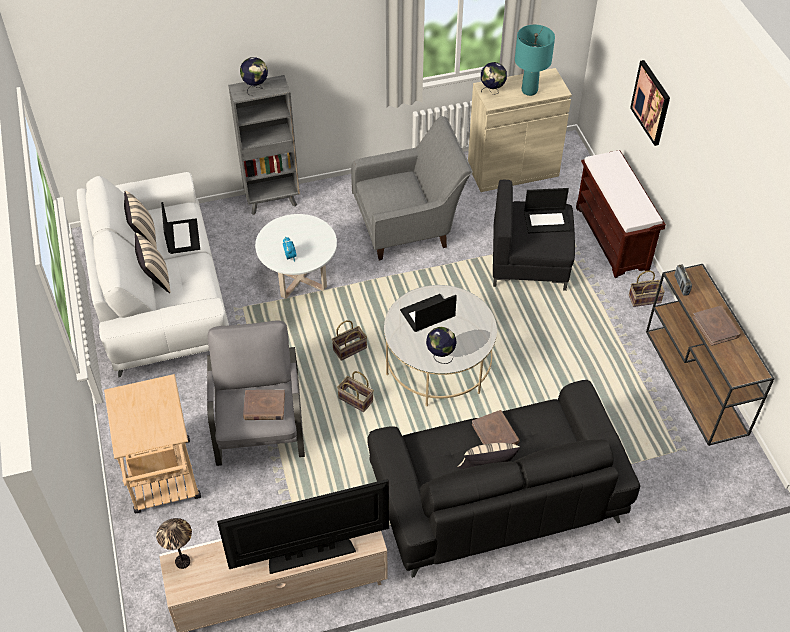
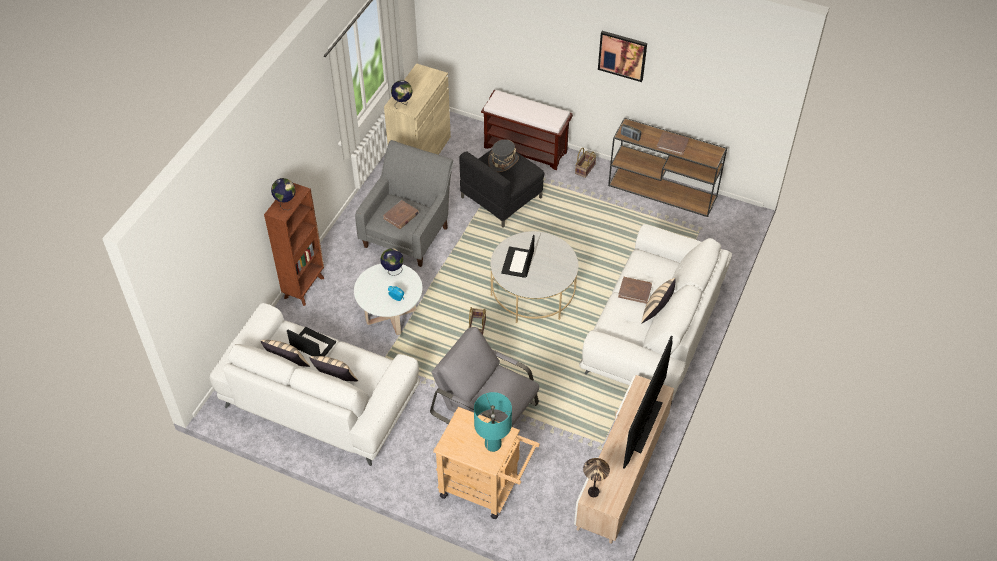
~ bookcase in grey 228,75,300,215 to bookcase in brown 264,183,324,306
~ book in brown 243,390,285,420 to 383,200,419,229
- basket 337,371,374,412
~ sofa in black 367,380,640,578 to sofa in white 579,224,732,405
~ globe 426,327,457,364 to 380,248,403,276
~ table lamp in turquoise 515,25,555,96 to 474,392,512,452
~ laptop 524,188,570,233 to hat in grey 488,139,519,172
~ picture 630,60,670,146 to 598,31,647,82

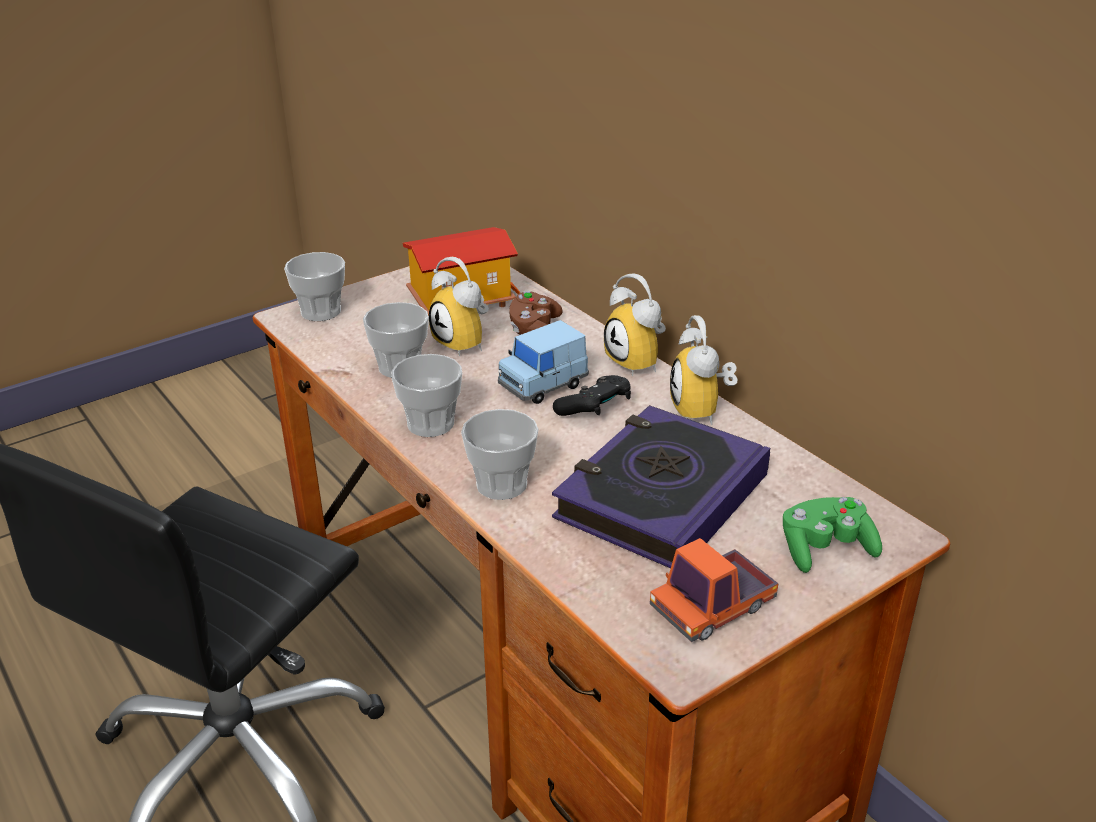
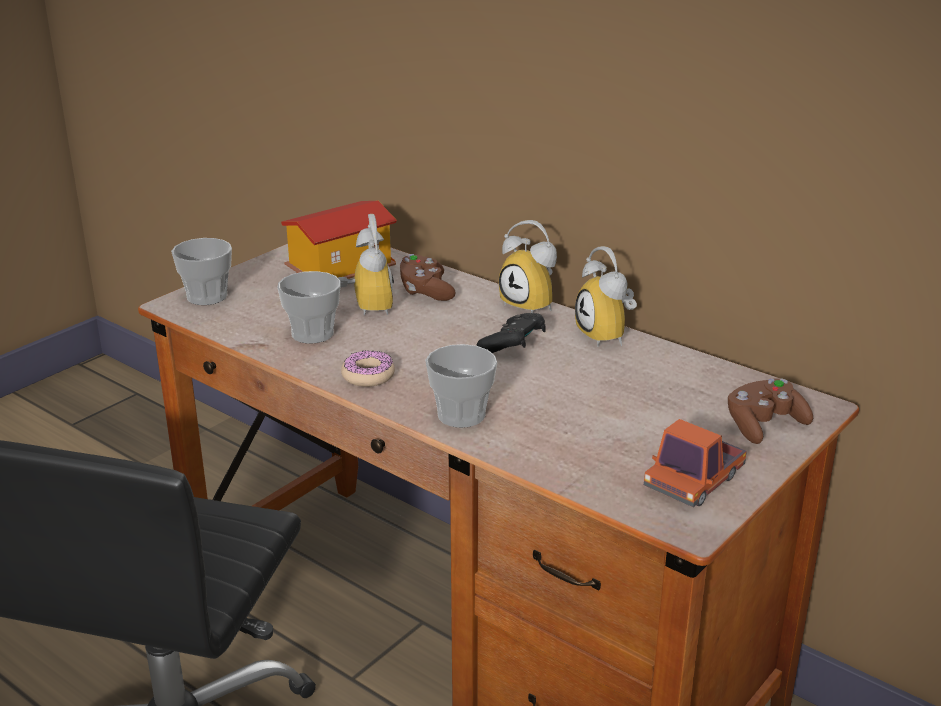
~ cup 391,354,462,437 to donut 341,350,395,387
~ alarm clock 429,257,489,356 = 337,214,394,315 135 degrees counterclockwise
- toy car in blue 498,320,589,404
- book 552,405,770,568
~ game controller in green 783,497,882,573 to game controller in brown 728,378,813,444

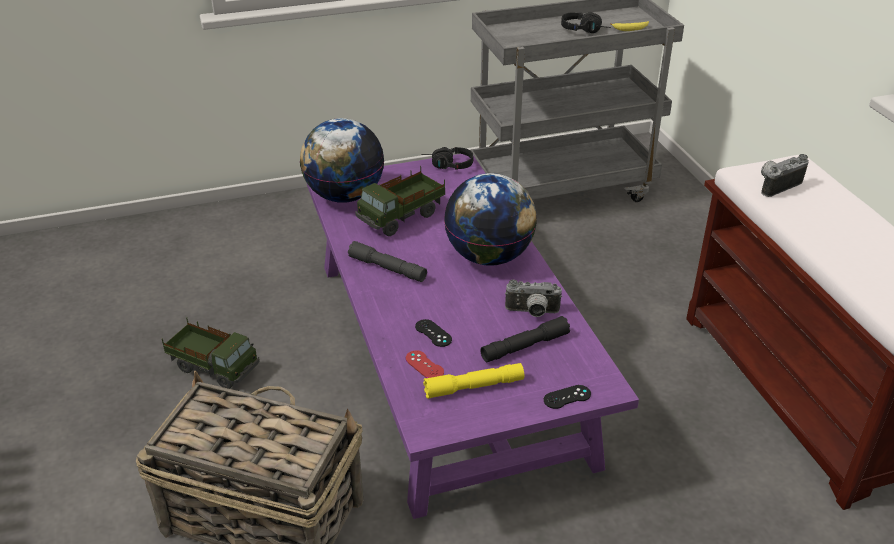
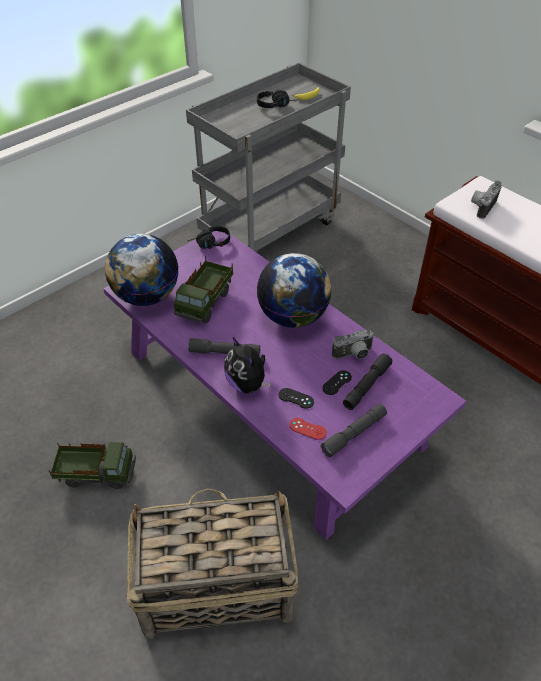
~ flashlight in yellow 423,363,524,399 to flashlight in grey 321,404,387,457
~ game controller in black 544,385,591,409 to 322,370,352,395
+ plush toy 224,337,271,393

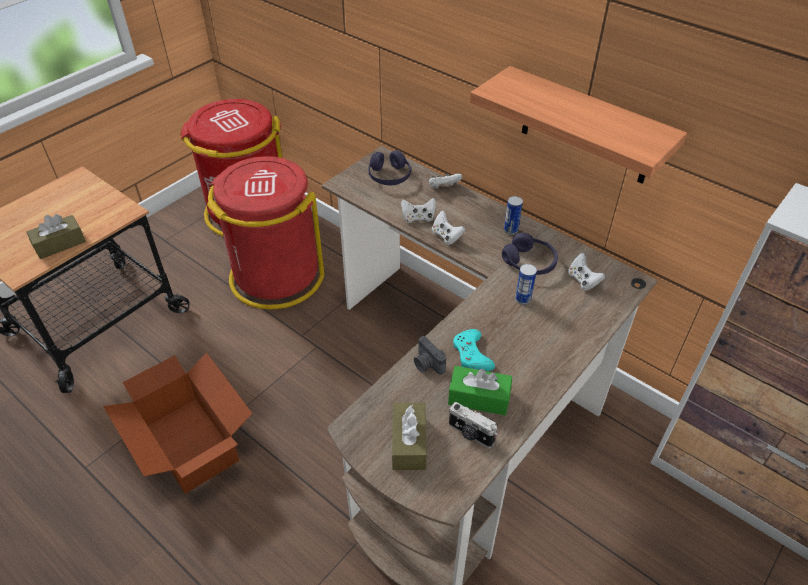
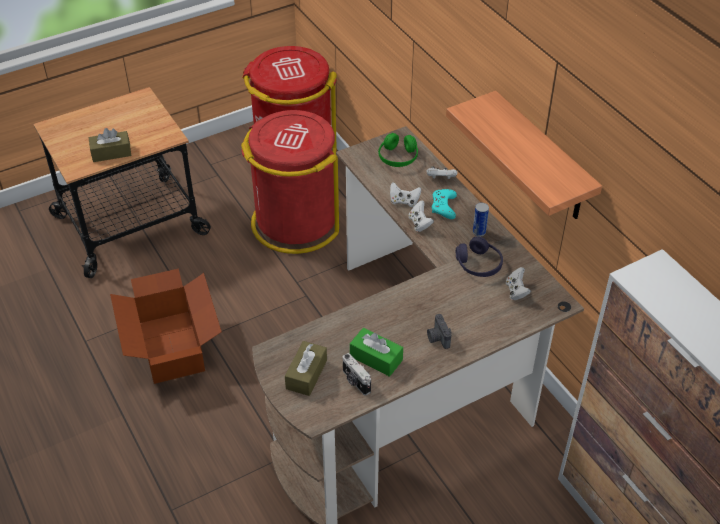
~ headphones in purple 368,150,411,185 to headphones in green 378,133,418,167
~ photo camera 414,336,446,375 to 427,314,452,349
~ game controller in turquoise 453,329,495,371 to 432,189,457,219
- can 515,264,537,305

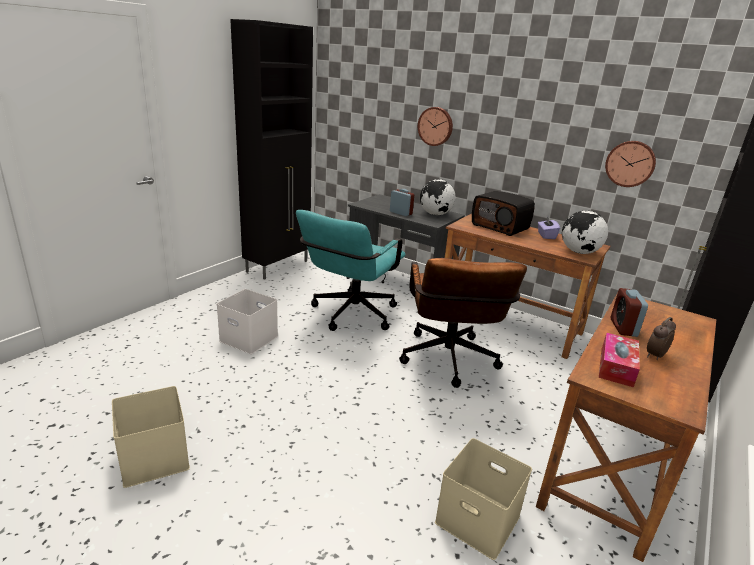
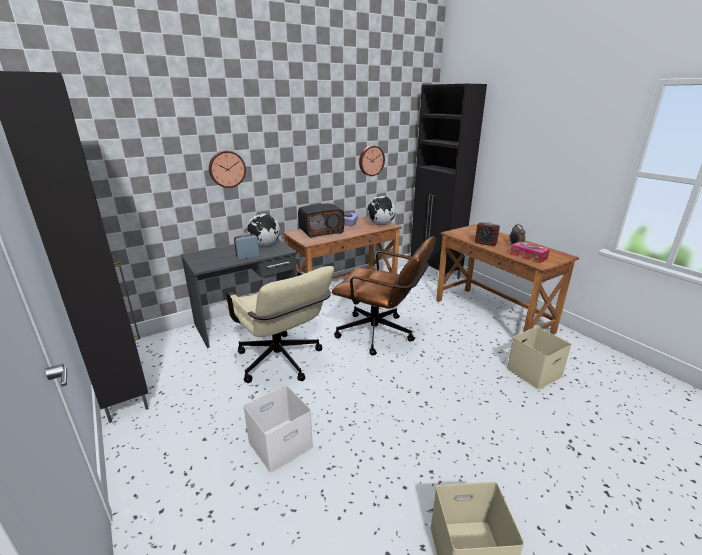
~ office chair in turquoise 296,210,406,331 to office chair in beige 225,266,334,383

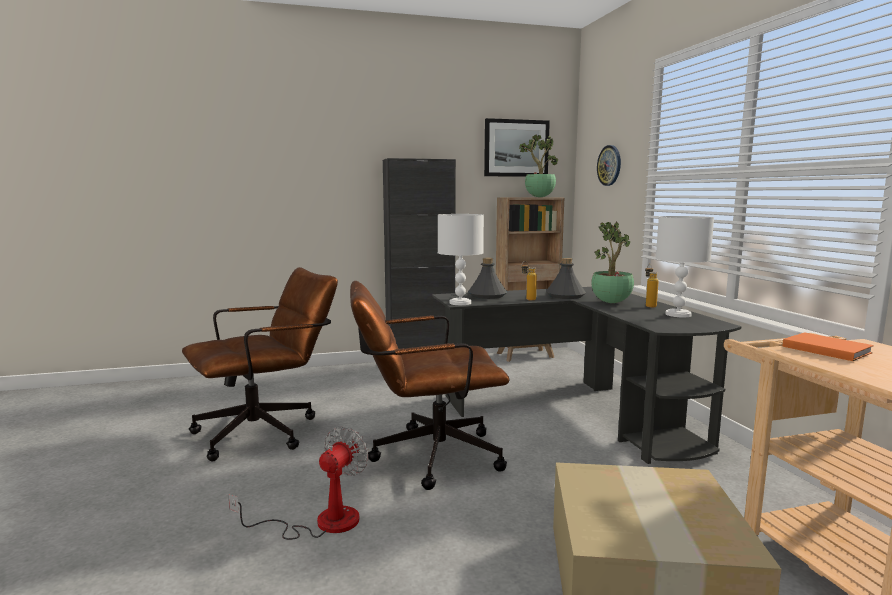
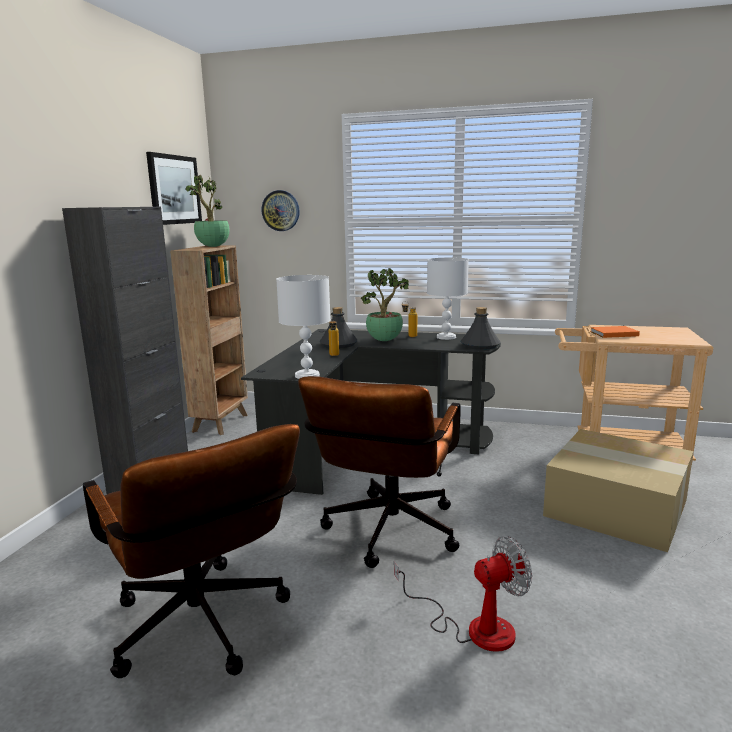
~ office chair in brown 182,267,338,461 = 83,424,300,678 150 degrees clockwise
~ fan 228,426,369,540 = 394,536,532,652 105 degrees clockwise
~ bottle in grey 468,257,507,299 to 461,307,500,350

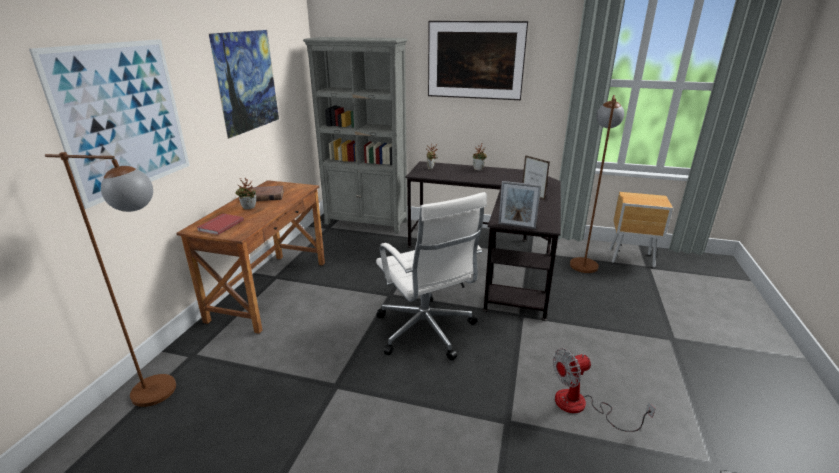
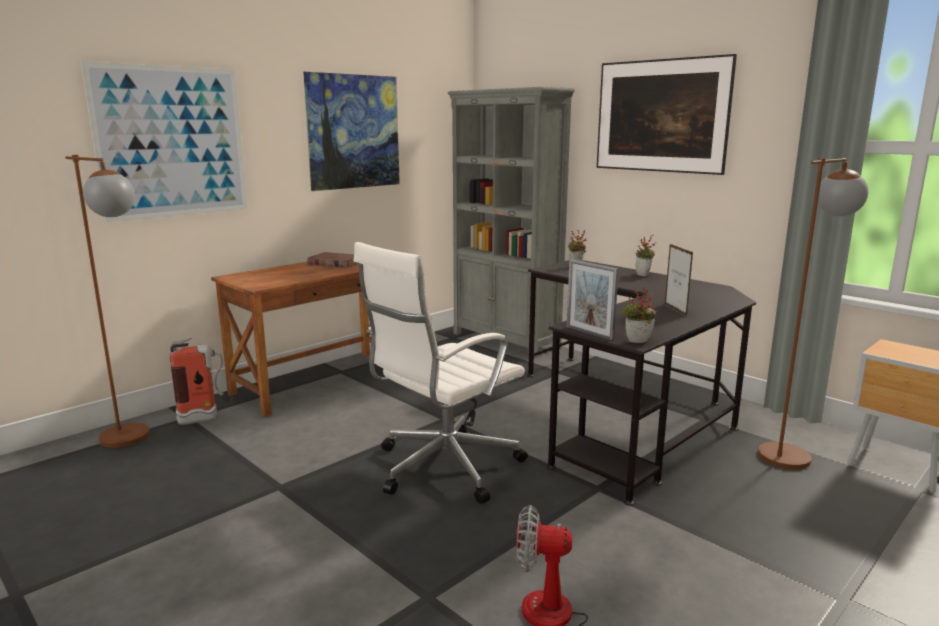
- book in red 197,214,244,235
~ potted plant 235,178,256,210 to 622,288,656,343
~ office chair in white 376,192,487,360 = 354,242,528,504 45 degrees clockwise
+ fire extinguisher 170,338,232,425

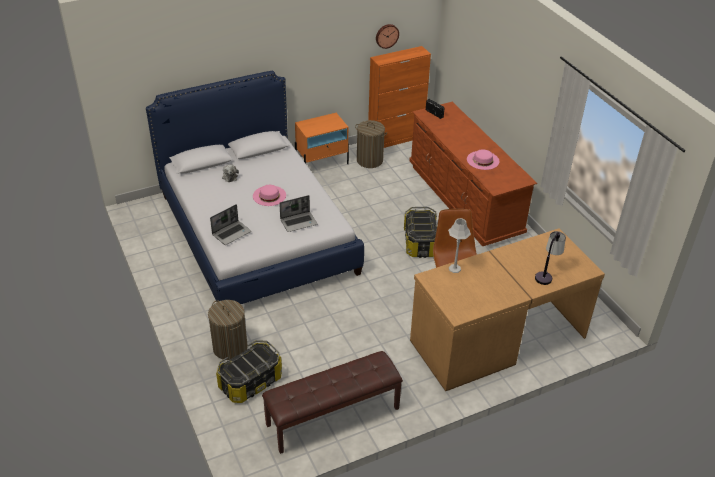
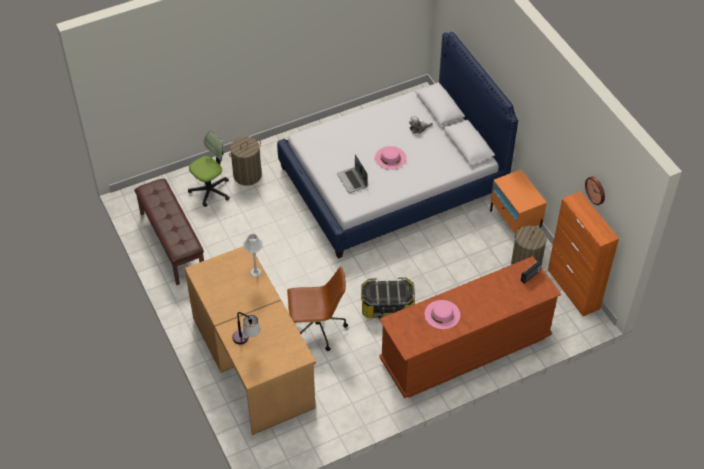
- laptop 210,204,251,245
~ storage box 216,340,282,403 to office chair 188,131,230,207

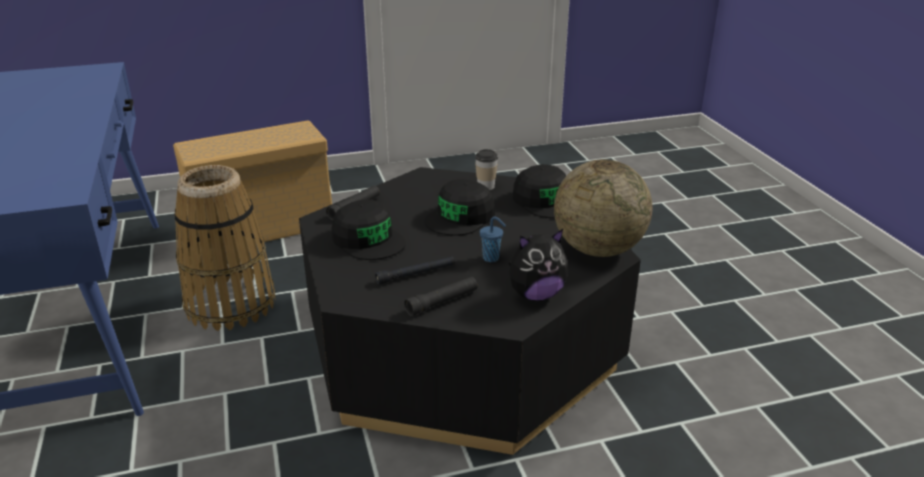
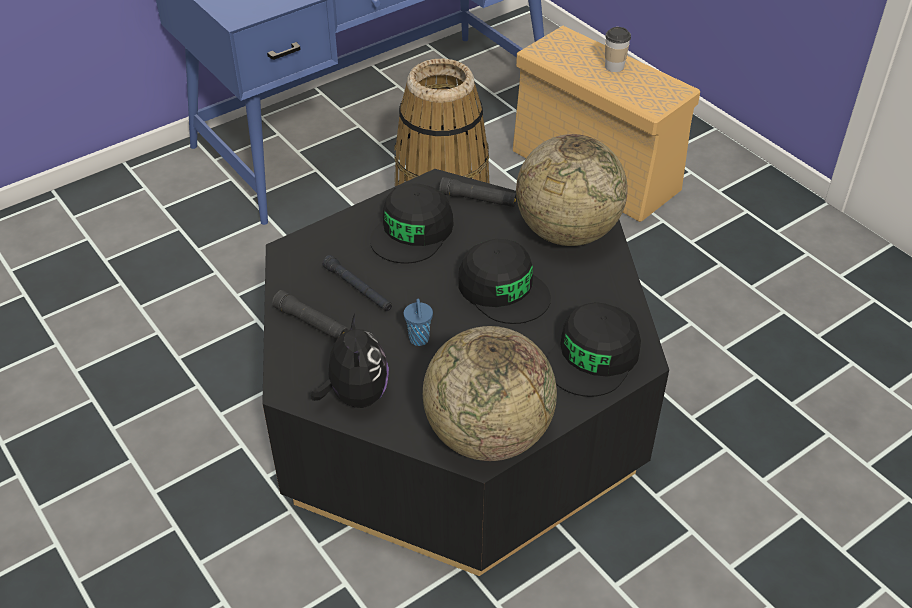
~ cap in black 424,179,495,236 = 458,239,551,324 150 degrees counterclockwise
~ cup 475,149,498,190 to 605,27,631,72
~ plush toy 509,229,568,301 = 311,314,389,408 150 degrees counterclockwise
+ globe 516,134,628,246

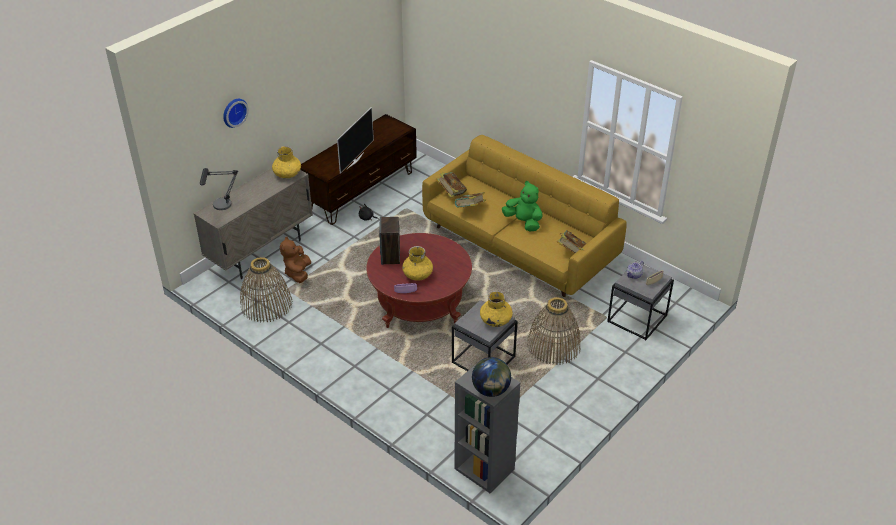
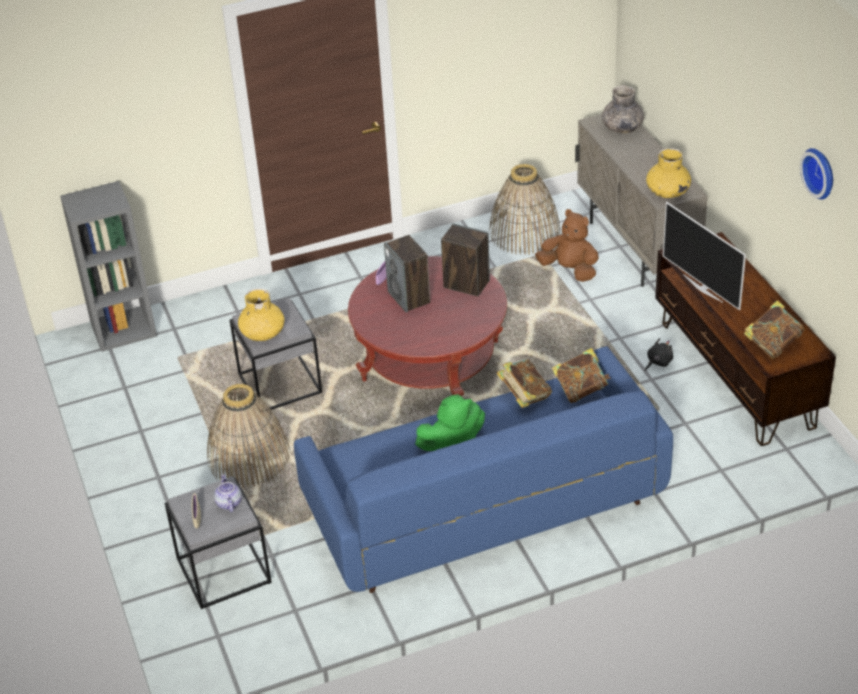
~ table lamp 200,168,239,210 to vase in grey 602,85,644,133
~ wall clock 223,99,249,128 to 800,148,833,200
~ vase in yellow 402,246,433,281 to speaker 384,235,430,312
~ sofa in yellow 422,135,627,297 to sofa in blue 294,346,673,593
- globe 472,357,511,397
~ book 557,230,586,254 to 744,300,804,359

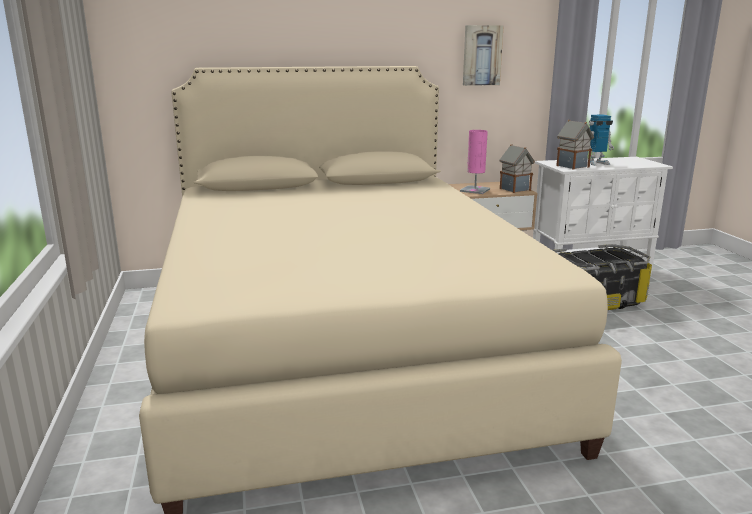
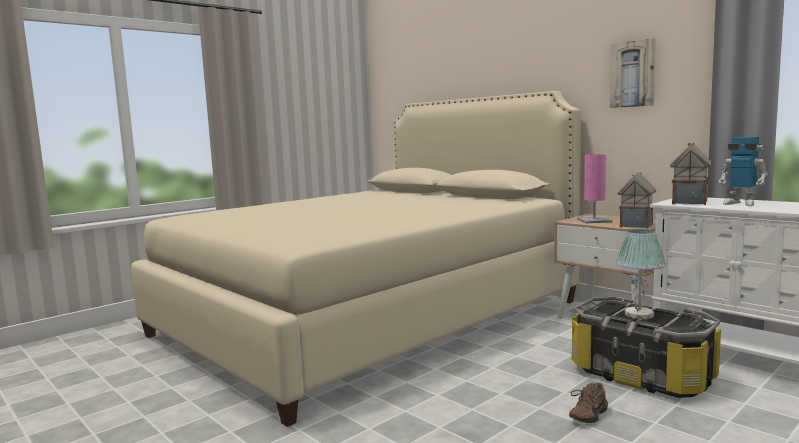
+ shoe in brown 569,383,608,423
+ table lamp 616,229,666,319

